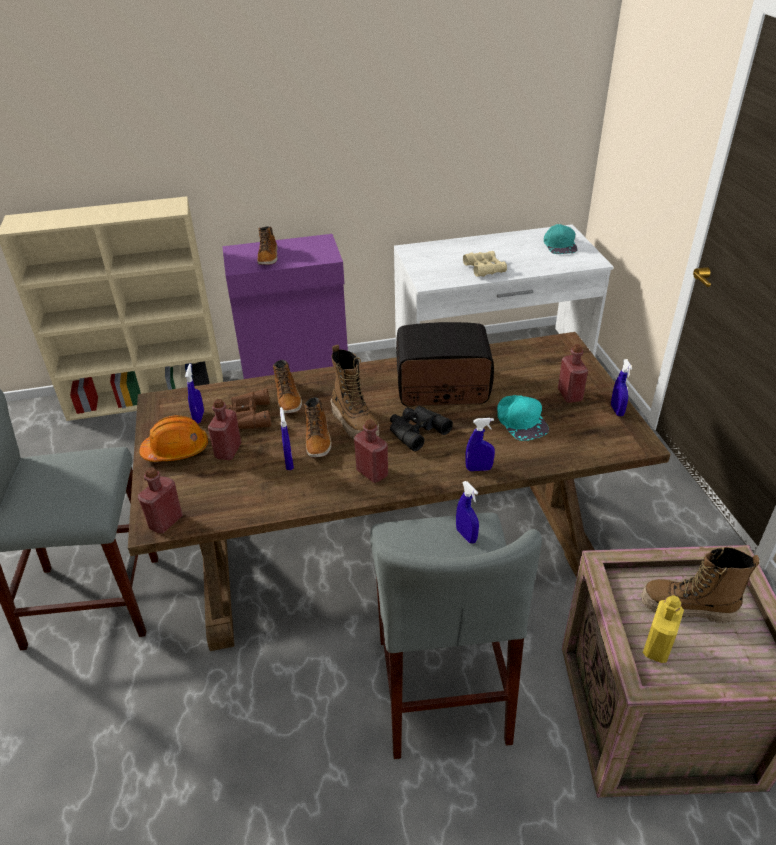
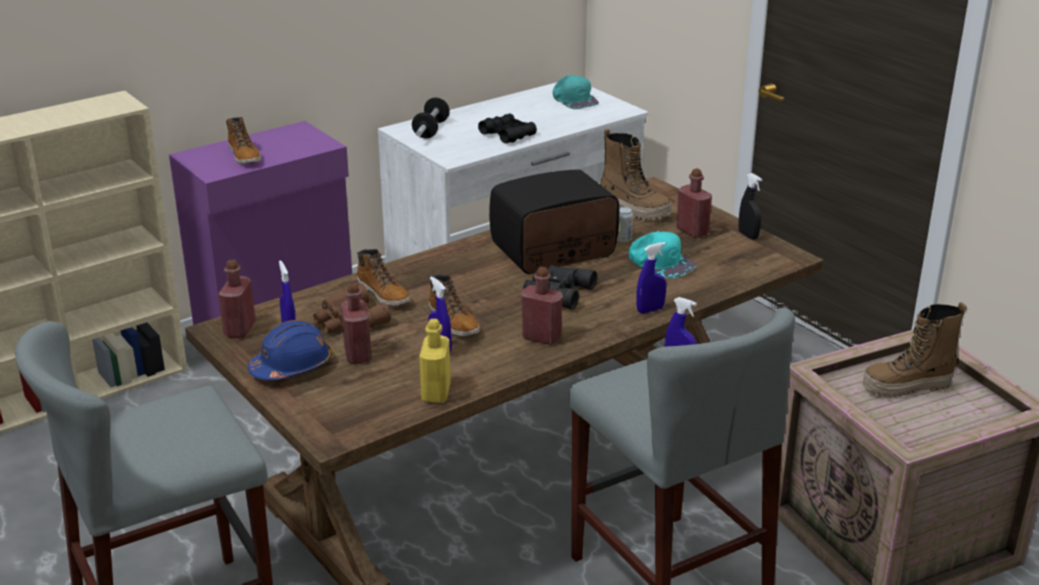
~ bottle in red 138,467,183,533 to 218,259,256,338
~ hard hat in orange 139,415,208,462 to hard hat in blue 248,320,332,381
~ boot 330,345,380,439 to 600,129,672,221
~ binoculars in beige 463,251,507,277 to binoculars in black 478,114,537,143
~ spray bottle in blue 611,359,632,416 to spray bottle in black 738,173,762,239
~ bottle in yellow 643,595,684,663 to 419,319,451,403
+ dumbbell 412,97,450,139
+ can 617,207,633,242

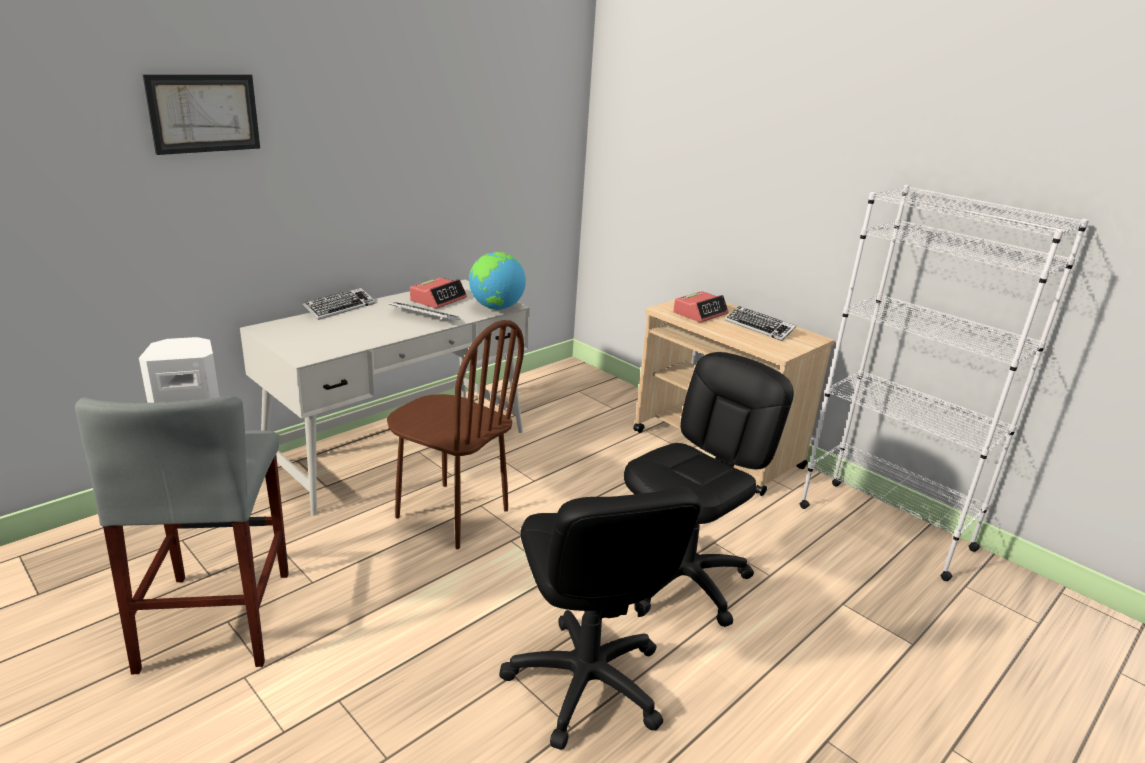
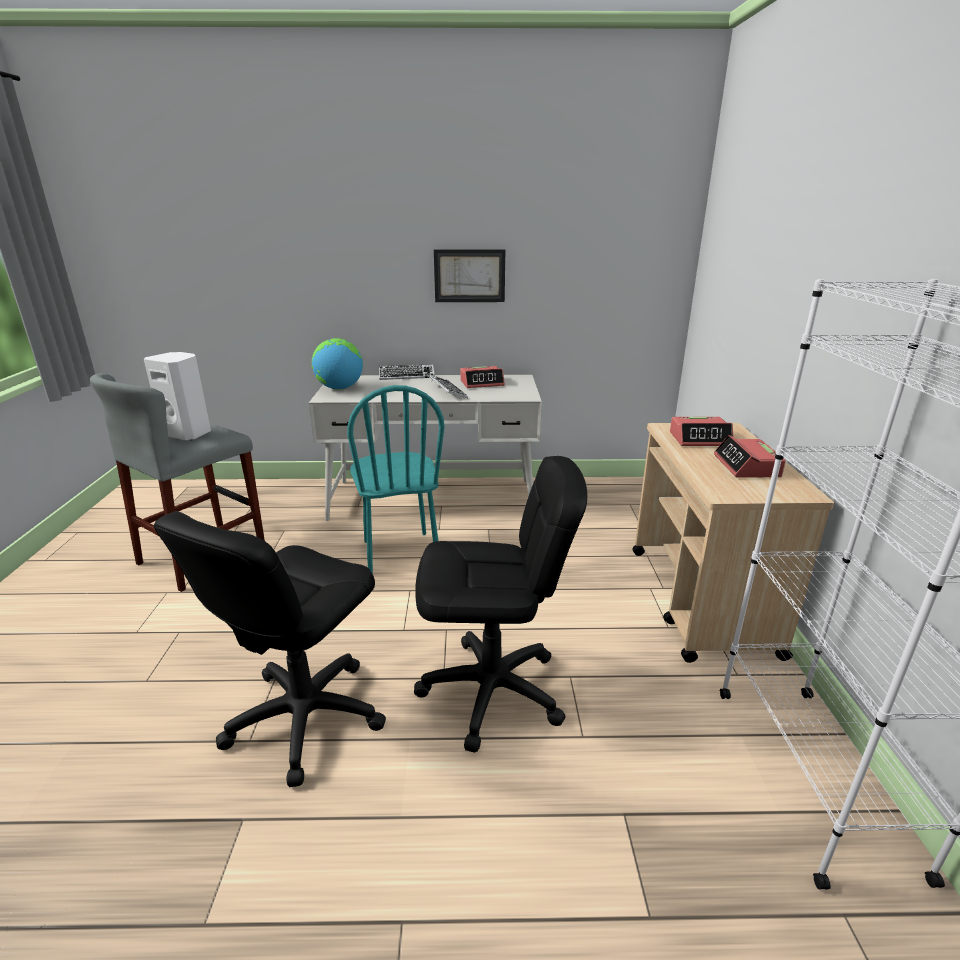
~ picture 143,74,260,155 to 434,249,505,302
~ chair in brown 387,320,524,549 to chair in turquoise 347,385,445,574
~ globe 469,252,526,310 to 312,338,363,390
~ keyboard 725,306,796,341 to alarm clock 714,435,786,478

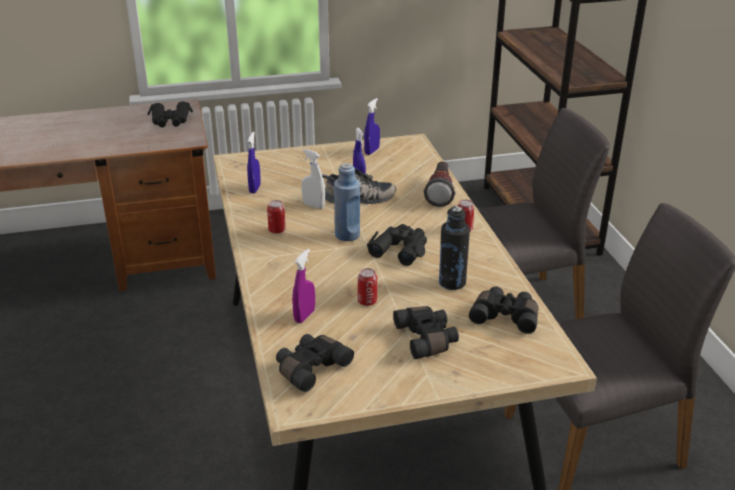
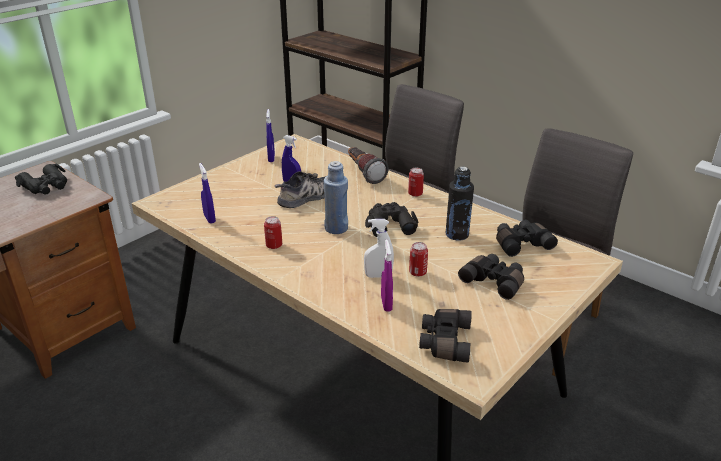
~ spray bottle in white 301,149,325,209 to 364,219,394,278

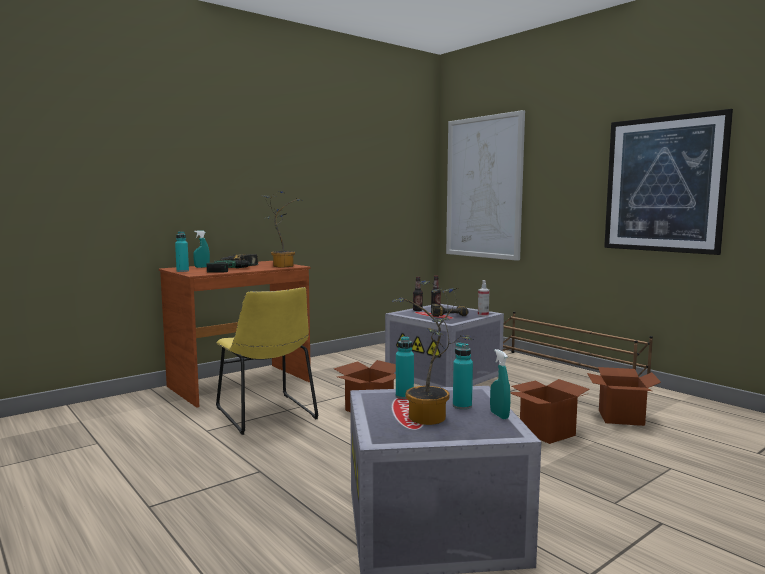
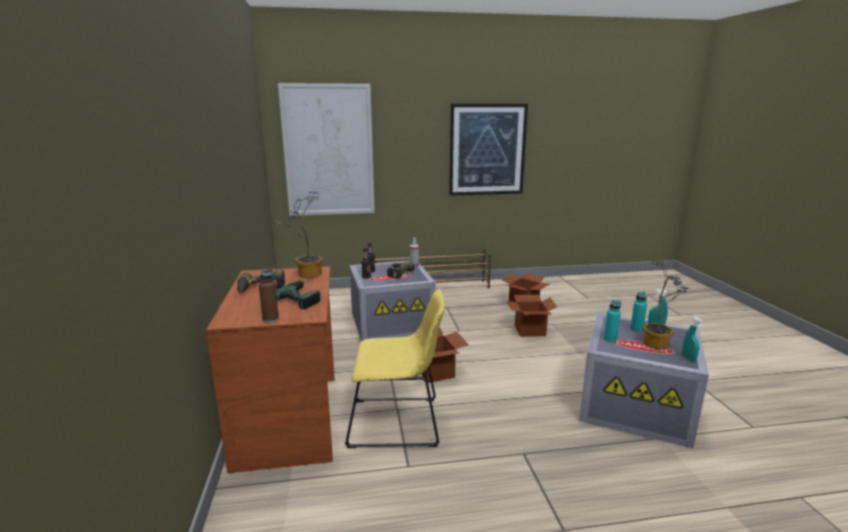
~ bottle in turquoise 175,231,189,272 to bottle in brown 259,268,279,322
~ spray bottle in turquoise 193,231,210,268 to 682,316,702,362

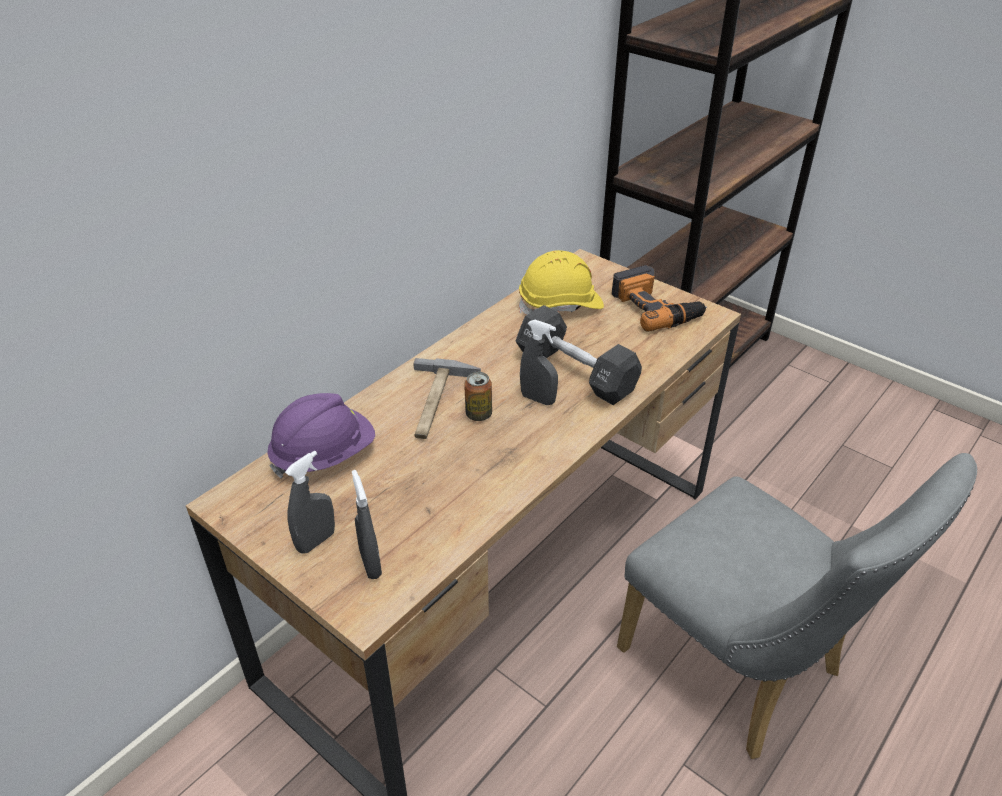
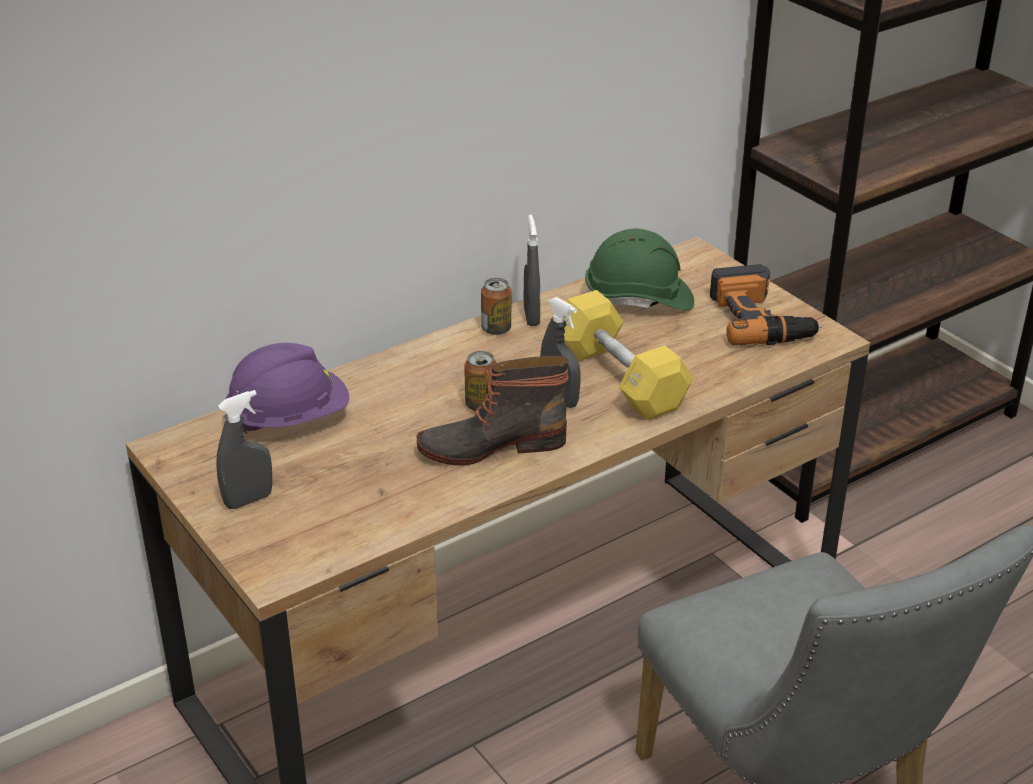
~ spray bottle in grey 352,470,382,579 to 524,215,540,326
- hammer 414,358,481,439
~ dumbbell in black 515,305,642,405 to dumbbell in yellow 564,290,693,420
~ hard hat in yellow 519,250,604,315 to hard hat in green 584,229,694,311
+ boot 416,356,569,466
+ can 481,278,512,335

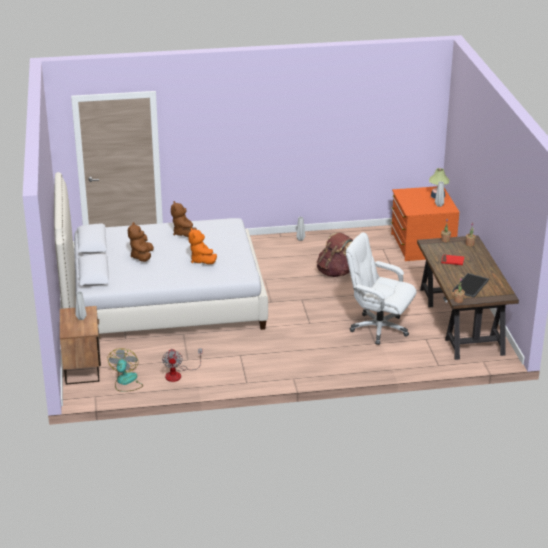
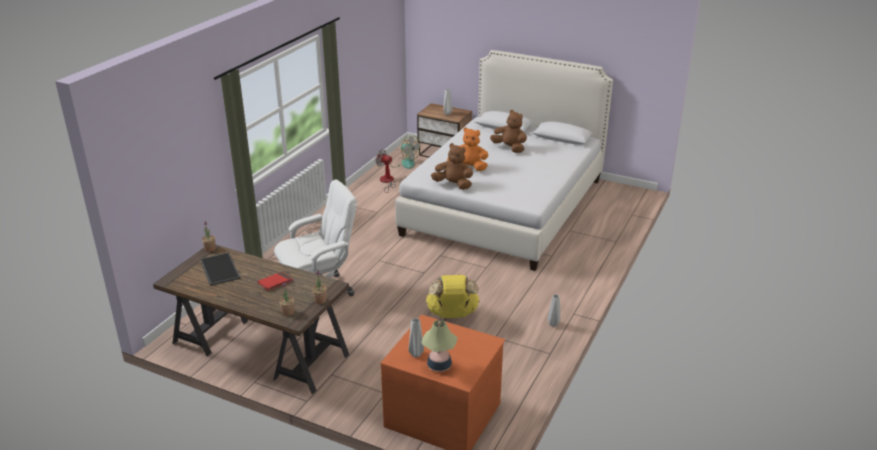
~ plush toy in brown 171,201,197,237 to 431,143,473,190
~ backpack in brown 317,233,353,277 to backpack in yellow 426,274,480,318

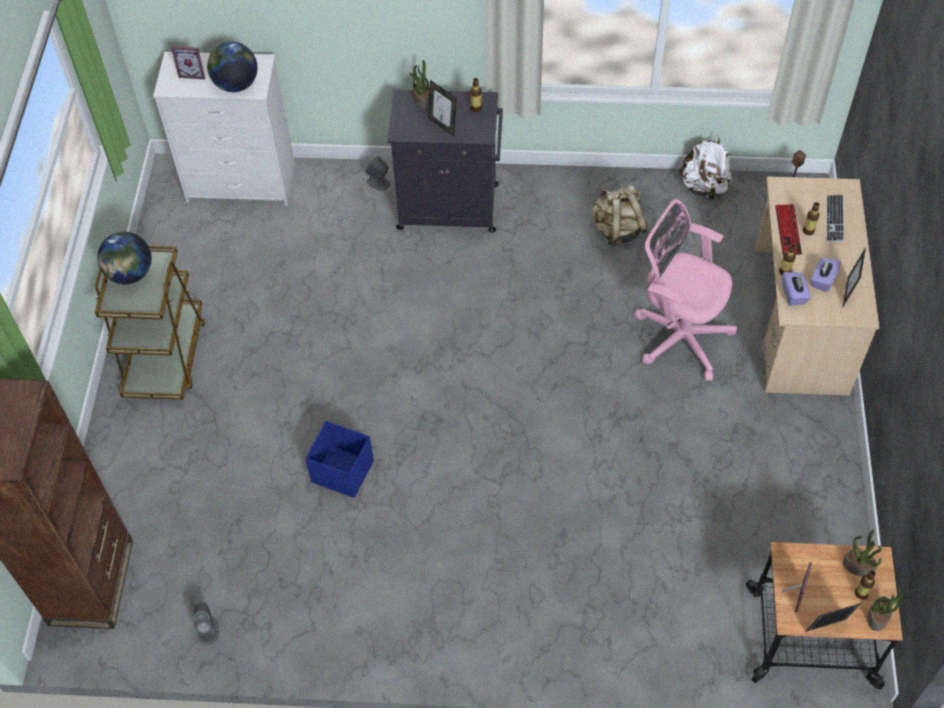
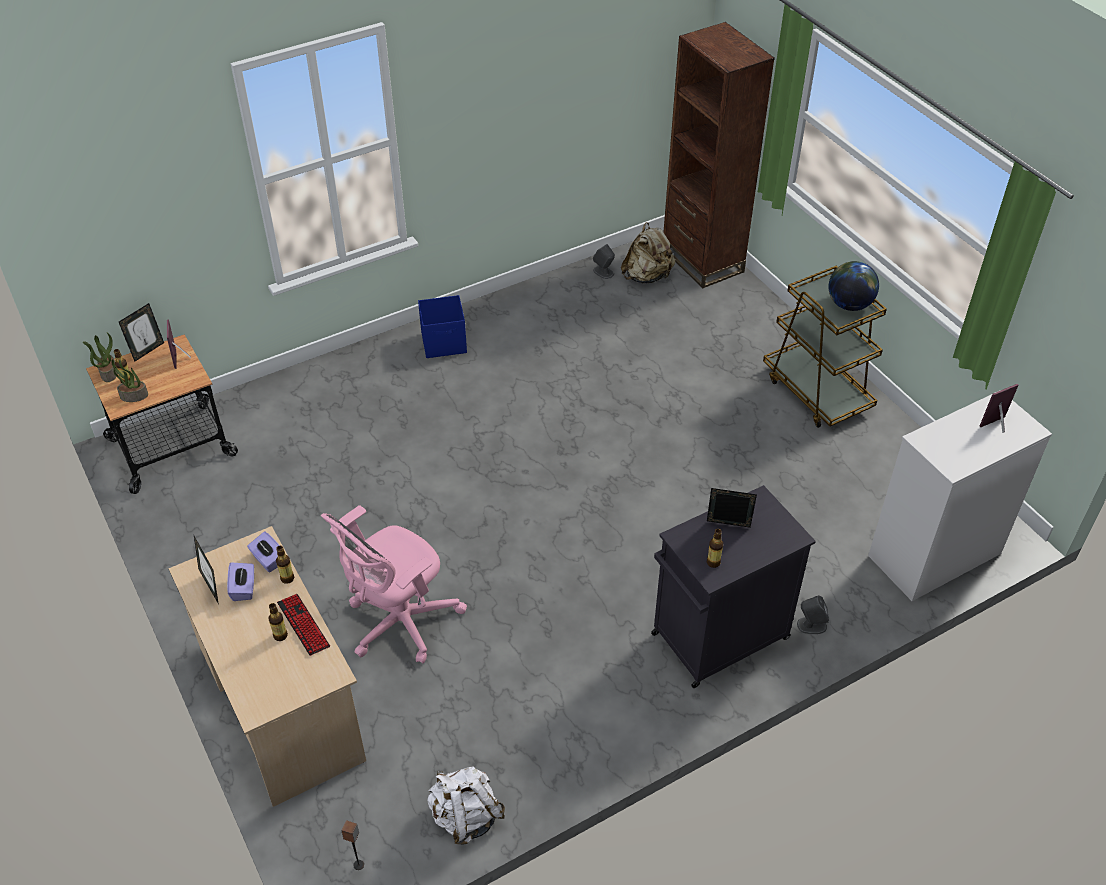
- globe 207,42,257,92
~ storage box in blue 306,421,374,498 to 418,295,467,358
- potted plant 409,60,430,109
~ backpack in beige 592,185,648,246 to 621,222,675,283
~ office chair in pink 634,199,737,381 = 321,505,467,664 135 degrees clockwise
- keyboard 826,195,844,242

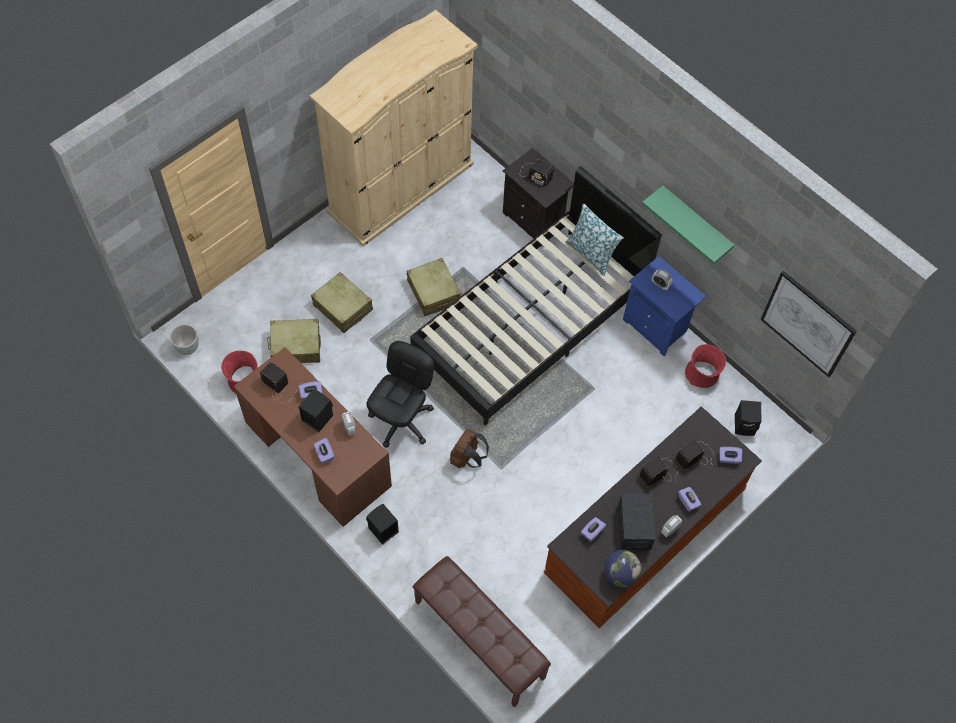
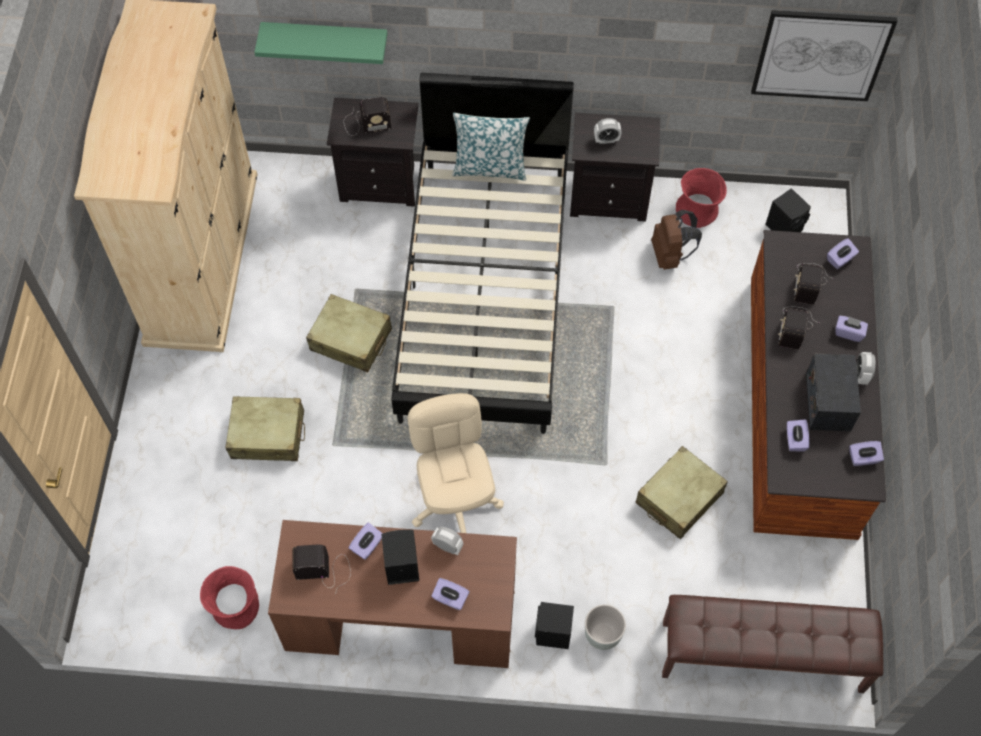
~ planter in grey 170,324,199,355 to 585,604,626,650
~ suitcase in beige 267,319,321,363 to 636,446,728,539
~ office chair in black 367,341,434,448 to office chair in beige 408,393,504,533
~ backpack in brown 450,429,489,468 to 651,210,702,270
~ globe 604,550,642,587 to tissue box in purple 850,441,884,466
~ radio 618,494,655,550 = 806,354,861,431 135 degrees counterclockwise
~ nightstand in blue 623,256,706,356 to nightstand in black 570,113,660,222
~ shelf in green 642,186,735,265 to 254,22,387,64

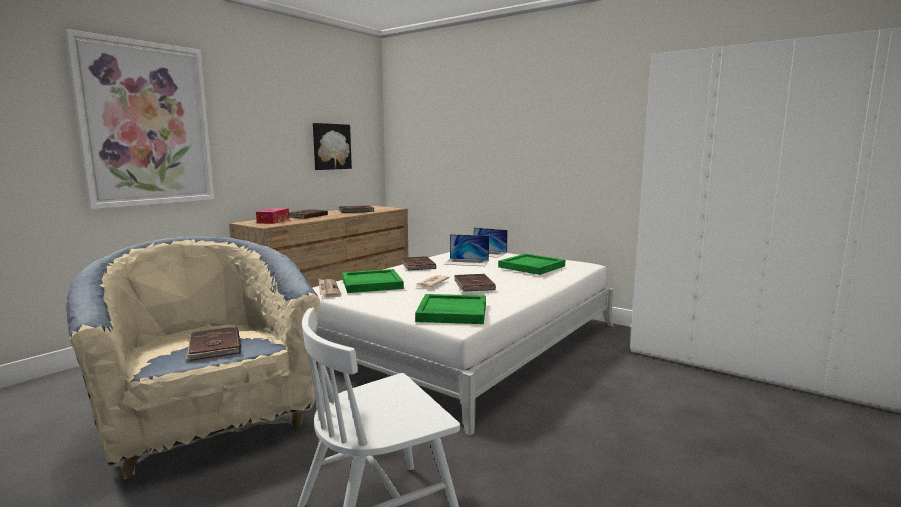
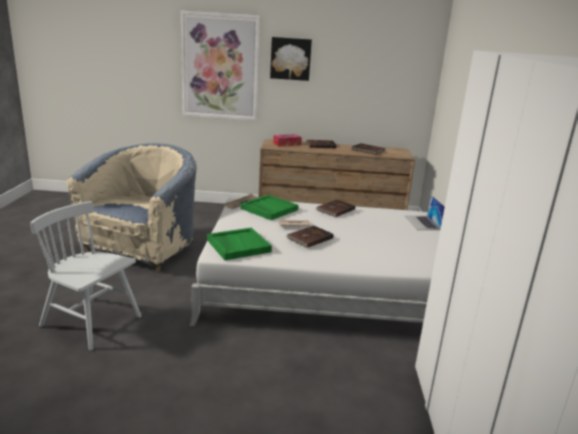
- book in brown 185,326,241,361
~ picture 313,123,352,170 to 270,37,312,81
- laptop 444,234,489,266
- tray in green 498,254,565,275

